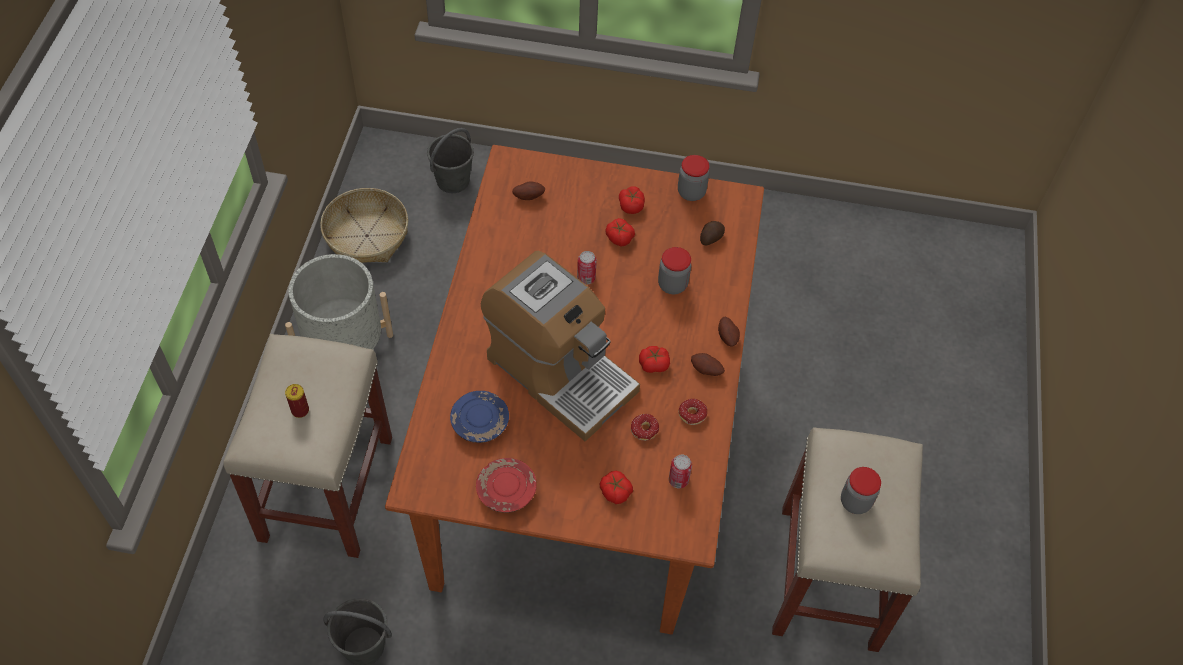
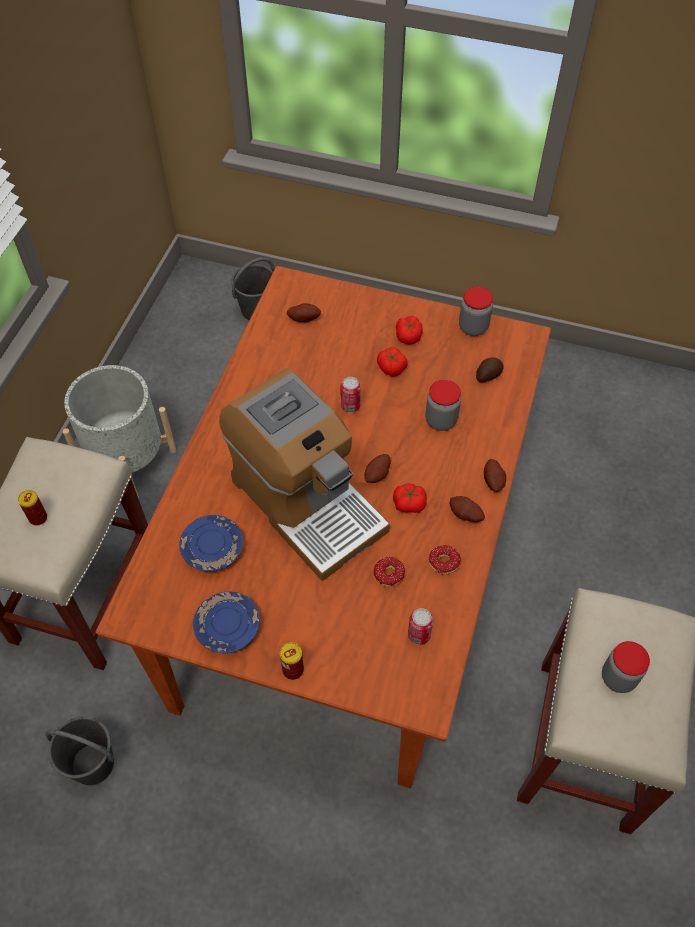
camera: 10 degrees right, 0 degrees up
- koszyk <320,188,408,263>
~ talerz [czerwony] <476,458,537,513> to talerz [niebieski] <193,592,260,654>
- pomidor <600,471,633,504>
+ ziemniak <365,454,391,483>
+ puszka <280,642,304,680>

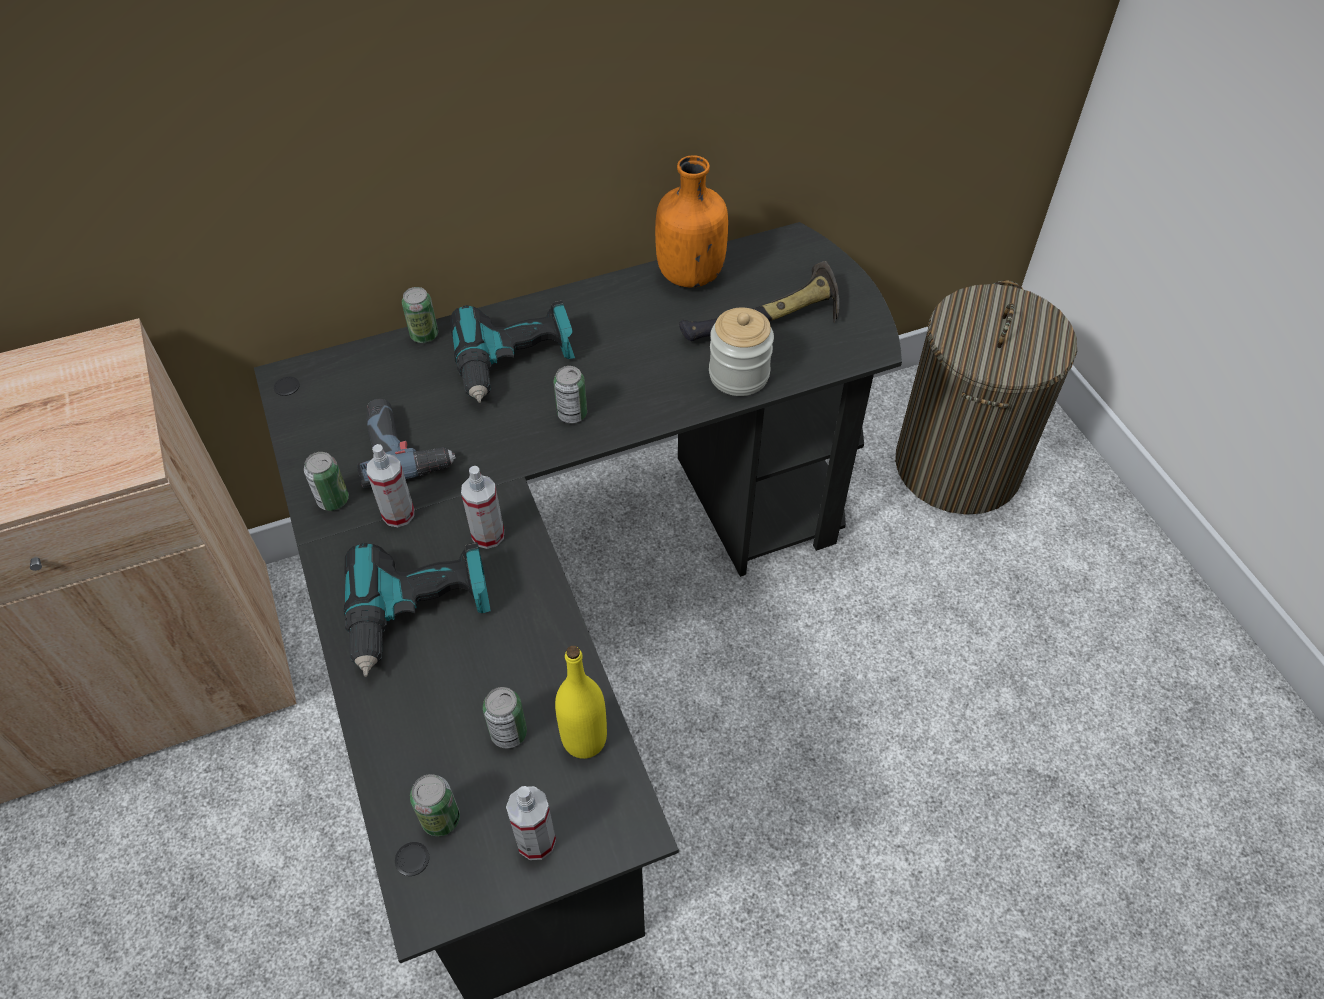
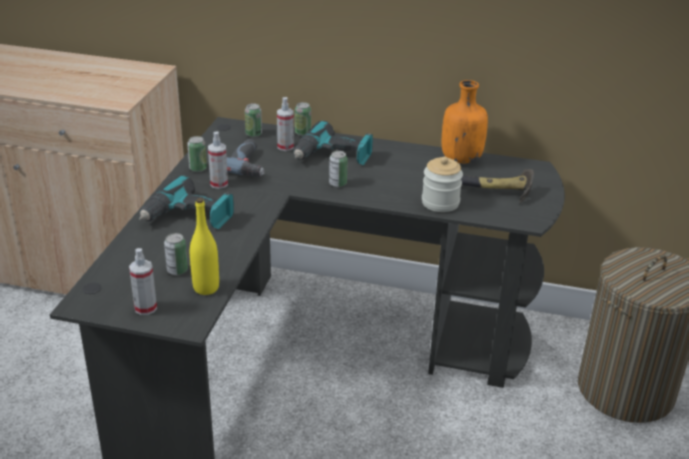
camera: 35 degrees right, 20 degrees down
~ spryskiwacz <461,466,504,549> to <277,97,294,151>
~ puszka <410,774,460,836> to <245,103,262,137>

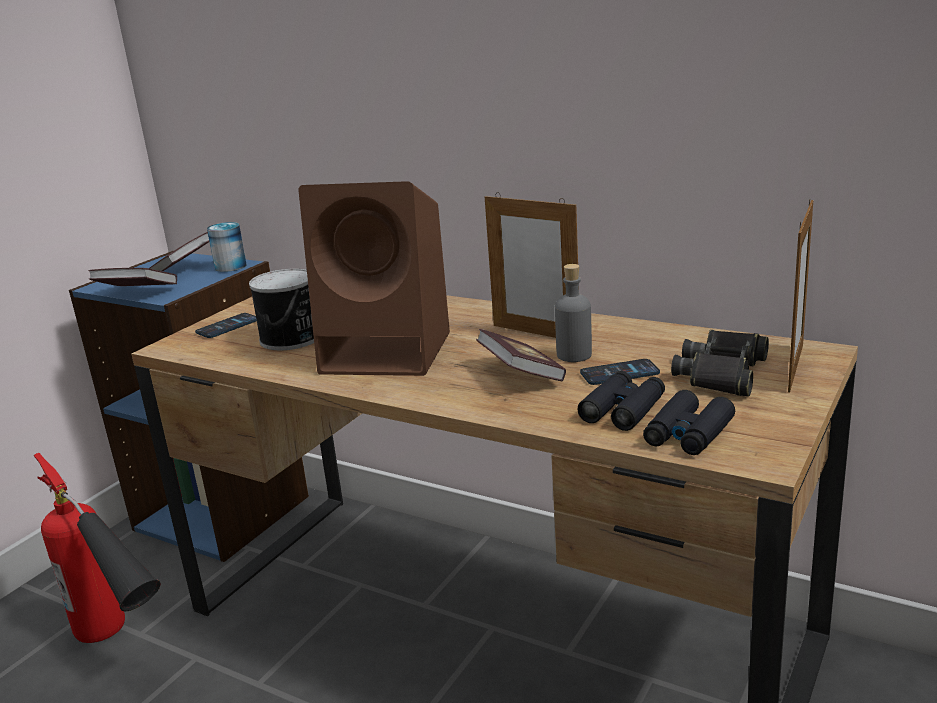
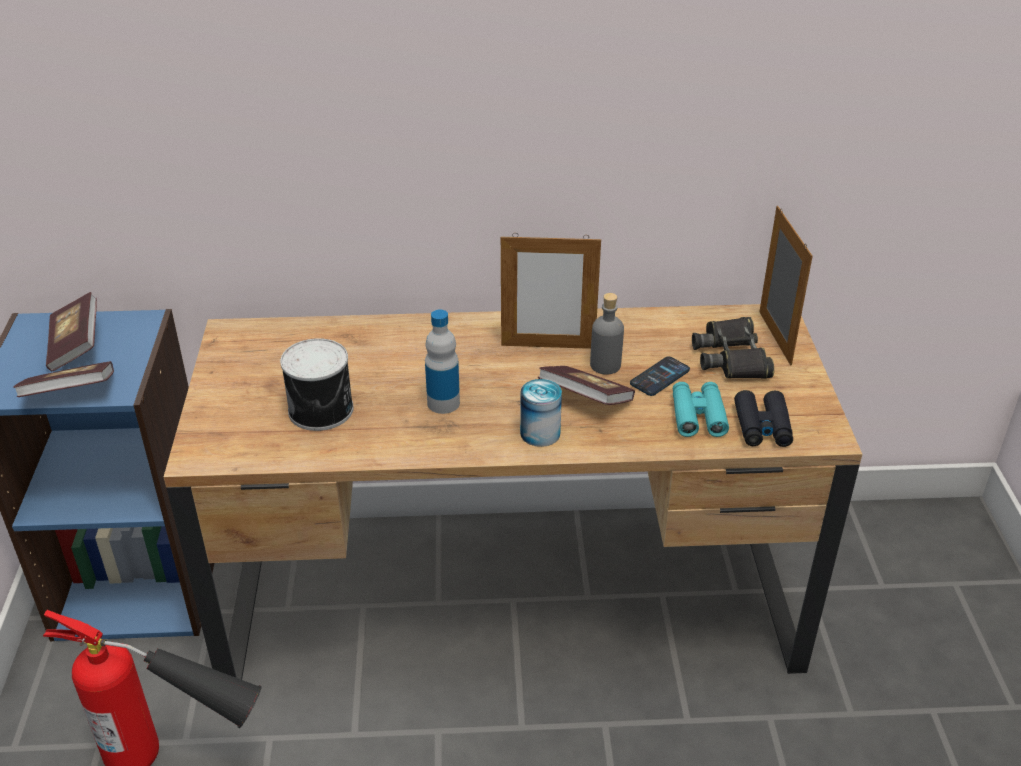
camera: 35 degrees left, 15 degrees up
~ głośnik [brązowy] <298,181,450,376> to butelka <425,309,460,414>
~ puszka <207,222,247,272> to <520,379,562,447>
- telefon <195,313,257,338>
~ lornetka [czarny] <577,371,665,431> to lornetka [turkusowy] <673,382,729,437>

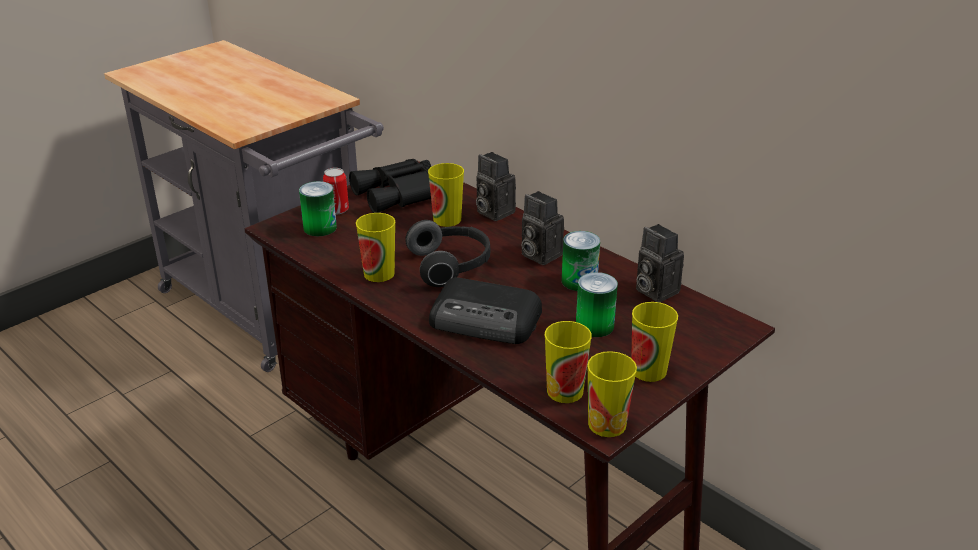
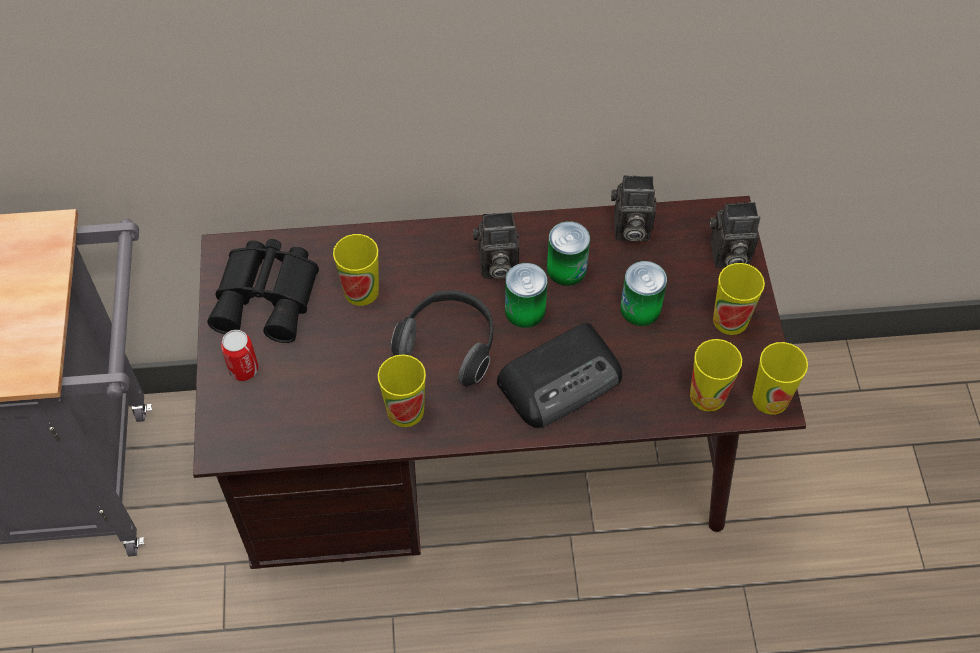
camera: 50 degrees left, 25 degrees up
~ aparat fotograficzny <476,152,516,221> to <710,202,760,268>
~ puszka <299,181,337,236> to <505,263,547,328>

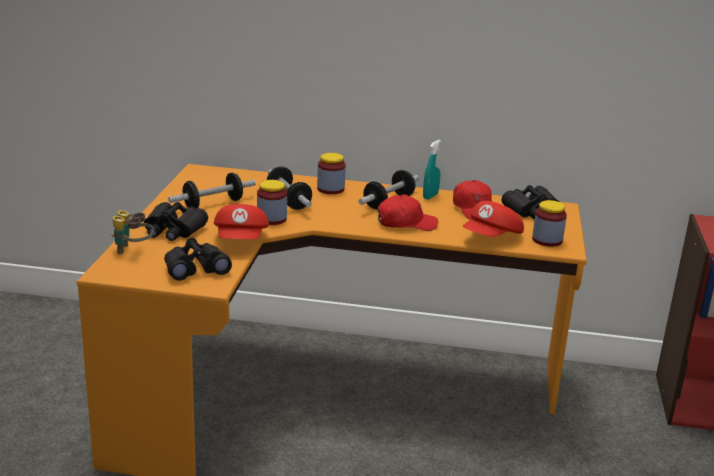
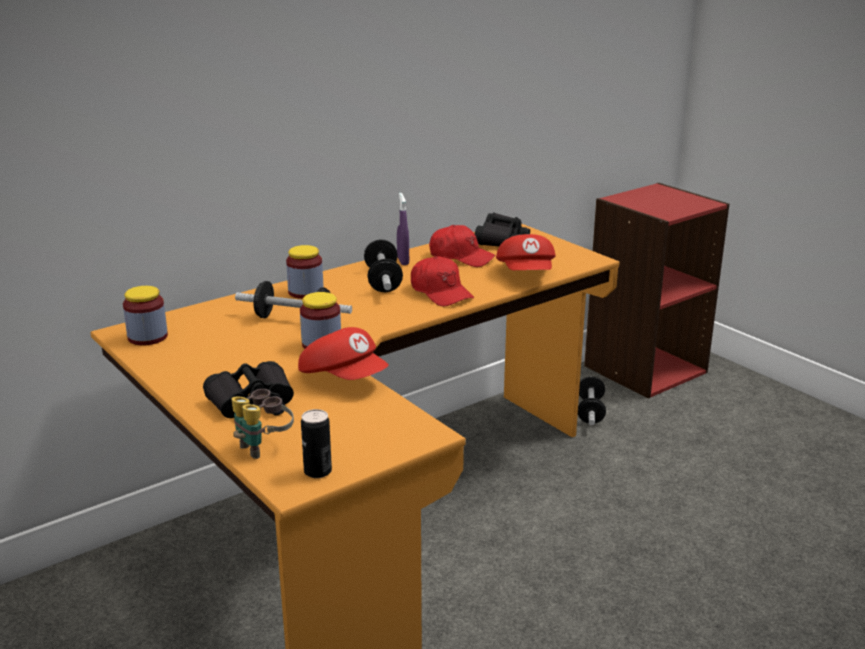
camera: 45 degrees left, 0 degrees up
~ spryskiwacz [turkusowy] <423,140,441,199> to spryskiwacz [fioletowy] <397,193,409,265>
~ hantel <168,173,256,209> to <578,376,606,425>
~ czapka z daszkiem [czerwony] <378,195,438,231> = <411,256,474,307> 105 degrees clockwise
~ słoik <532,200,567,247> to <123,286,168,346>
- lornetka [czarny] <164,238,232,280>
+ puszka <301,409,332,478>

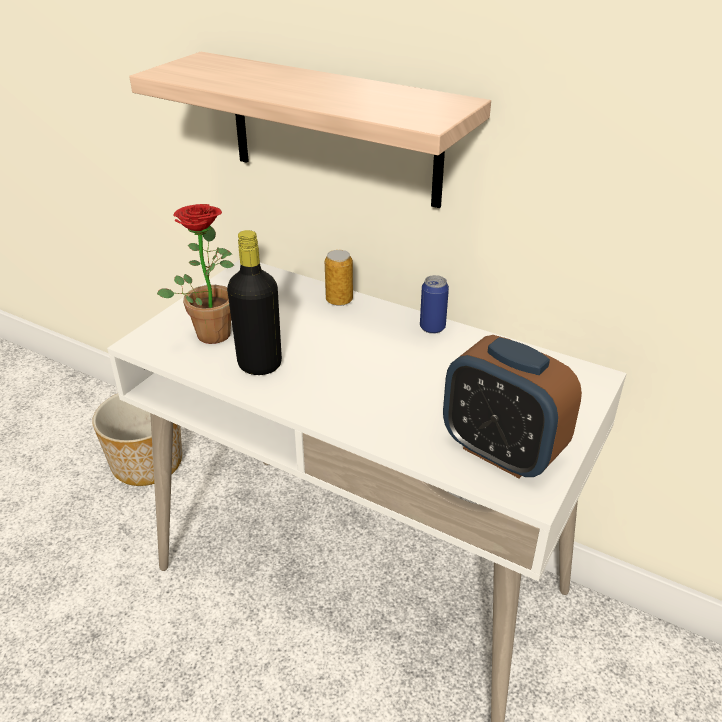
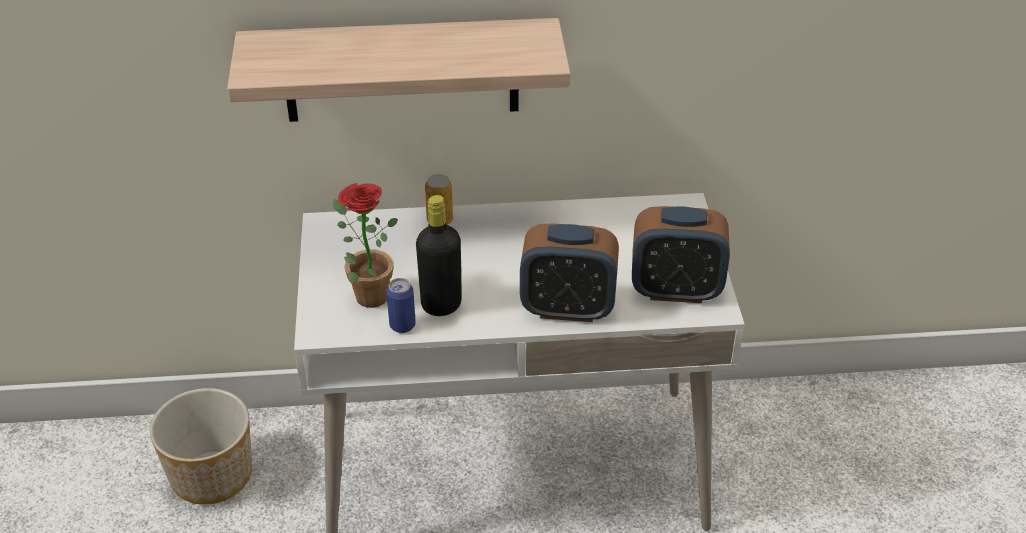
camera: 35 degrees left, 5 degrees up
~ puszka <420,275,449,334> to <386,278,416,333>
+ budzik <520,223,619,322>

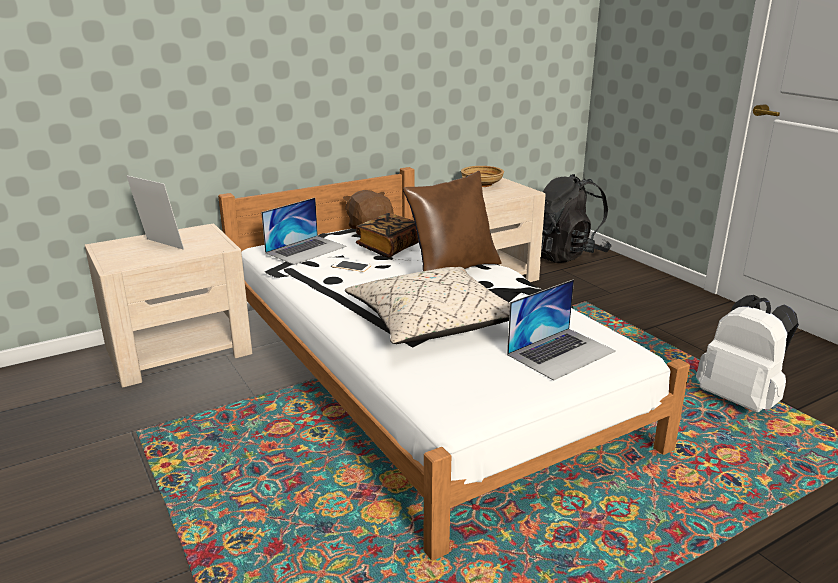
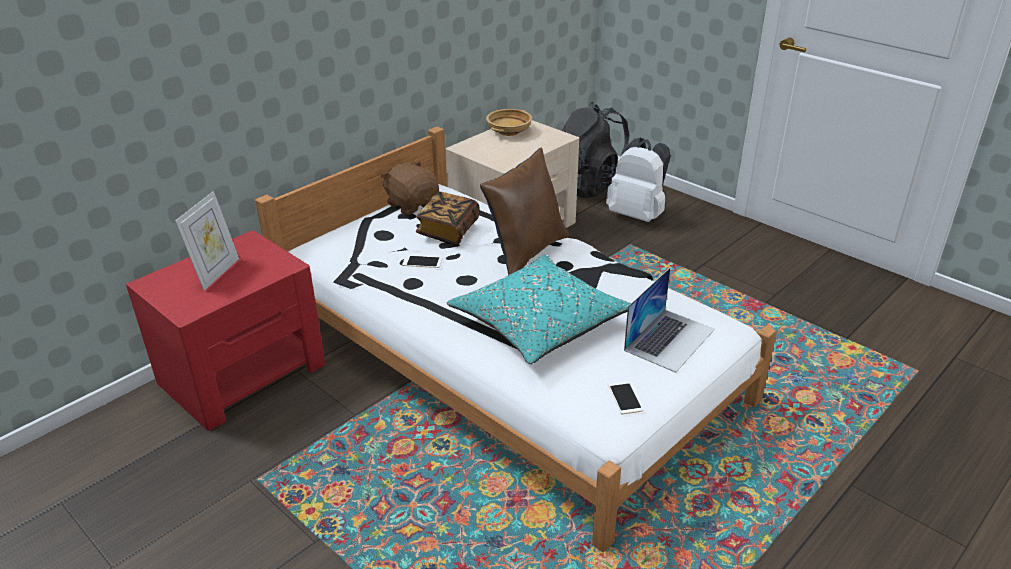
camera: 15 degrees left, 10 degrees up
~ ramka na zdjęcie <127,176,184,250> = <175,191,239,291> 90 degrees clockwise
- laptop <261,198,346,265>
~ szafka nocna [beżowy] <85,223,252,387> to szafka nocna [czerwony] <126,230,326,431>
~ poduszka [beżowy] <345,267,510,344> to poduszka [turkusowy] <447,255,631,364>
~ plecak [biały] <696,295,799,413> to <606,138,671,222>
+ telefon <607,380,643,414>

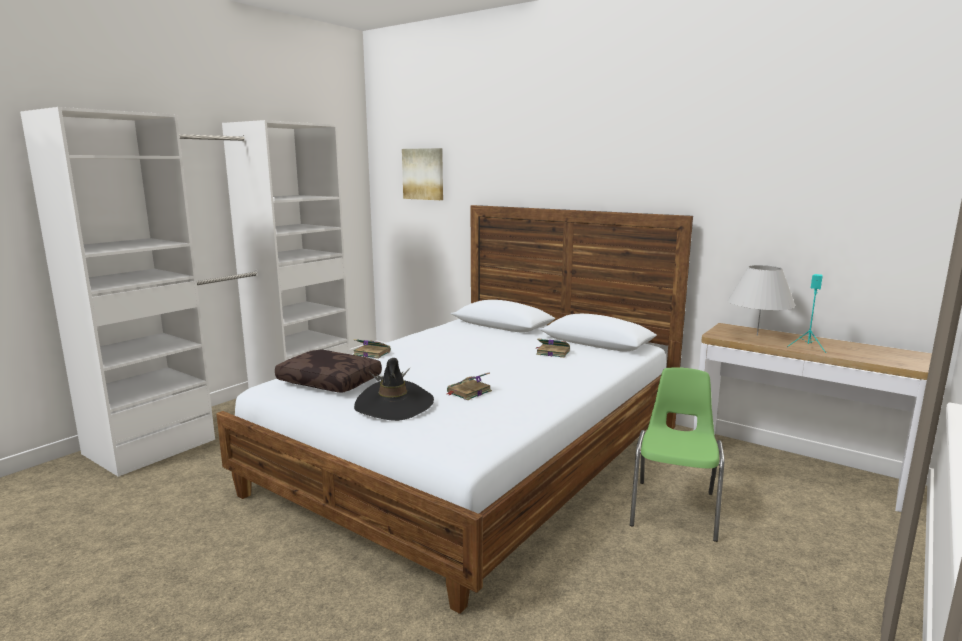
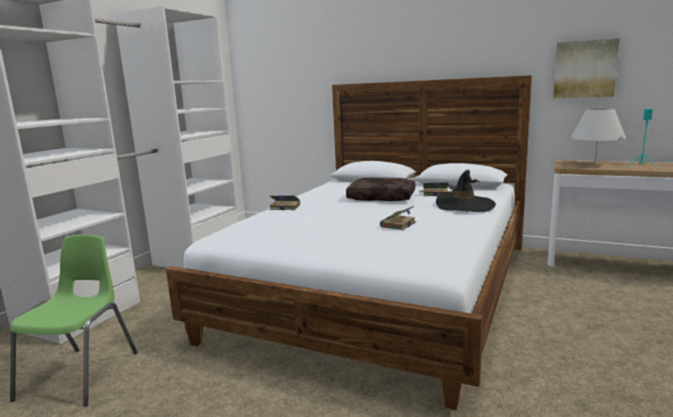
camera: 10 degrees left, 0 degrees up
~ obraz <402,148,443,200> to <553,38,620,98>
~ poduszka [brązowy] <275,349,382,393> to <346,178,416,201>
~ kapelusz [czarny] <354,358,434,421> to <436,170,496,212>
~ krzesło [zielony] <630,367,724,542> to <10,235,137,406>

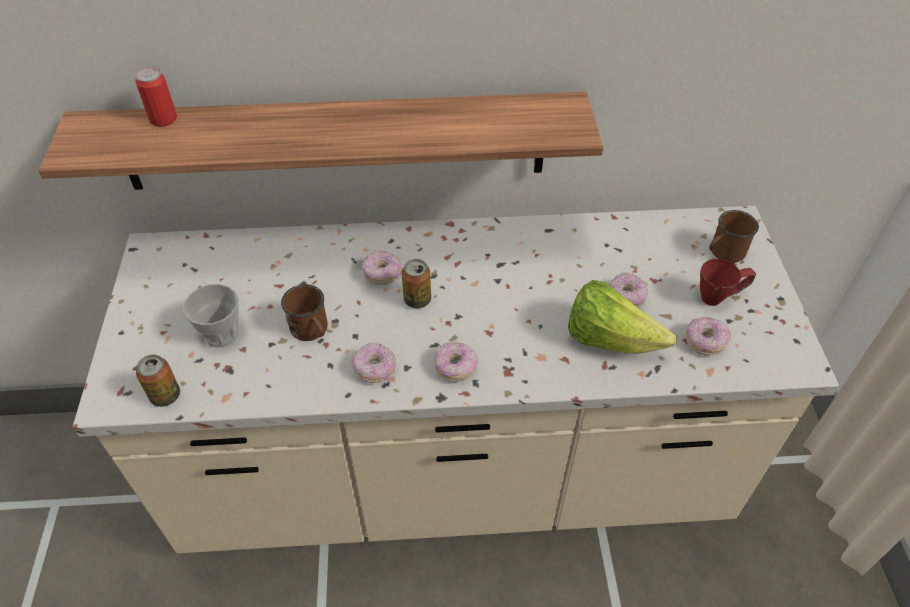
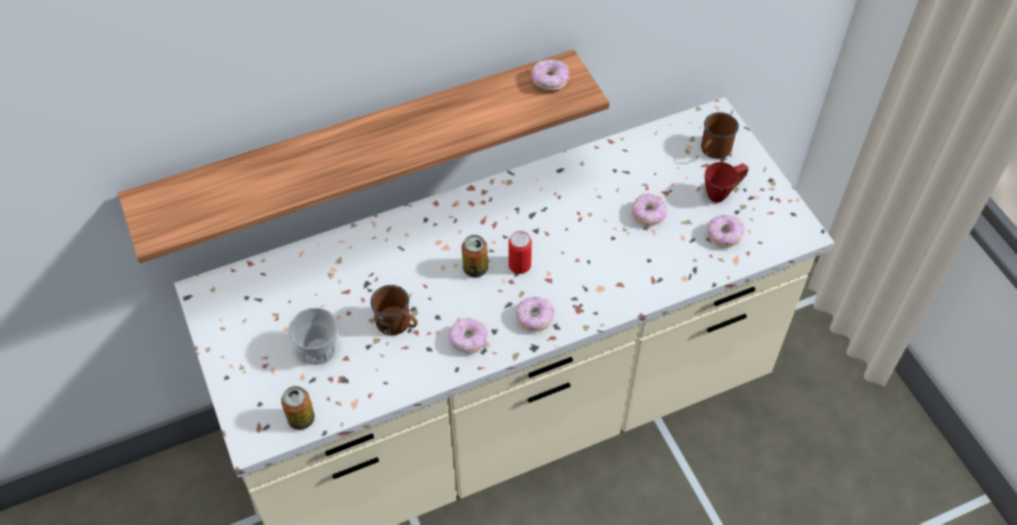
camera: 20 degrees left, 5 degrees up
~ puszka <135,67,177,127> to <508,231,532,274>
~ donut <362,251,401,285> to <531,59,569,91>
- sałata <568,280,677,354>

